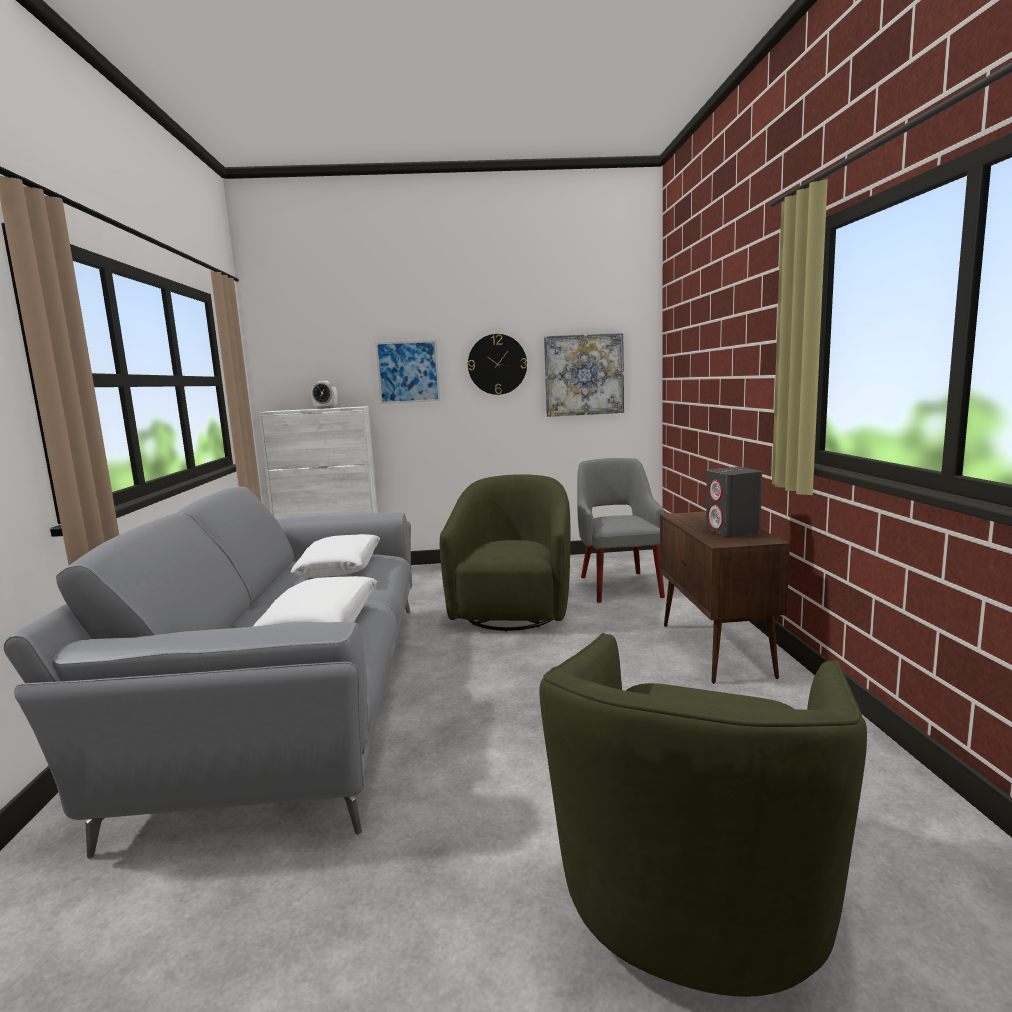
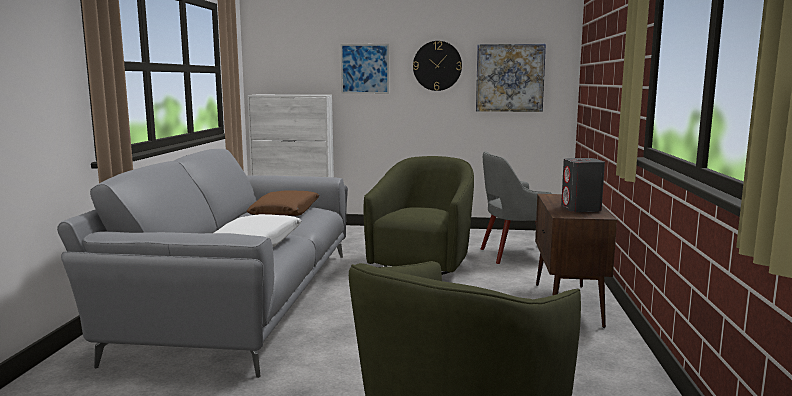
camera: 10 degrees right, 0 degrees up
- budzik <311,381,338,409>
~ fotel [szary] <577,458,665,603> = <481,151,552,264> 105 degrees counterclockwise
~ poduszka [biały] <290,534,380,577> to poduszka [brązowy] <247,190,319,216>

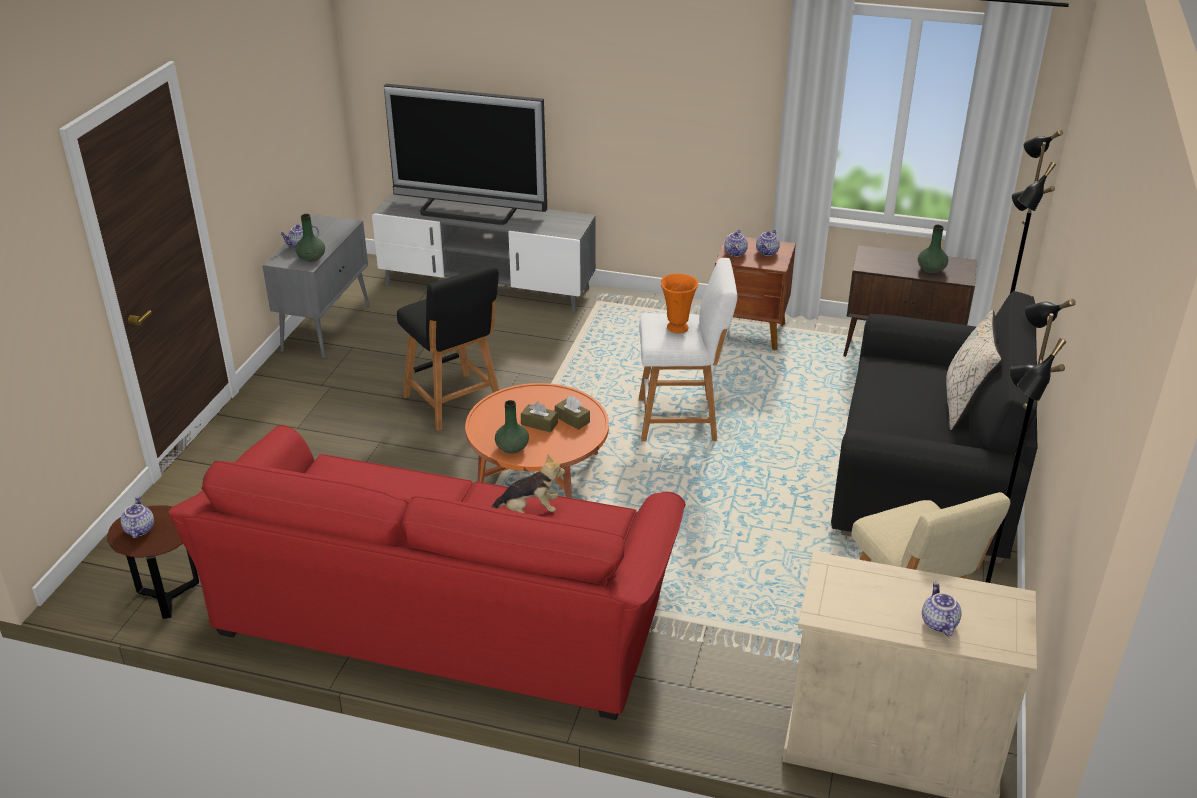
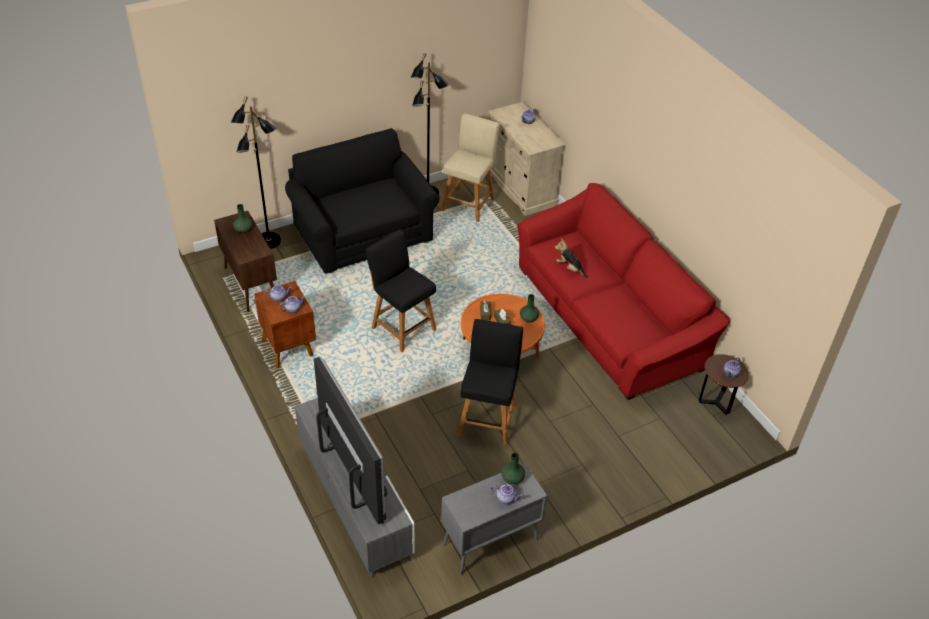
camera: 135 degrees left, 10 degrees up
~ stołek [biały] <639,258,738,441> to stołek [czarny] <365,229,436,352>
- wazon [pomarańczowy] <661,273,698,333>
- poduszka [beżowy] <946,310,1002,431>

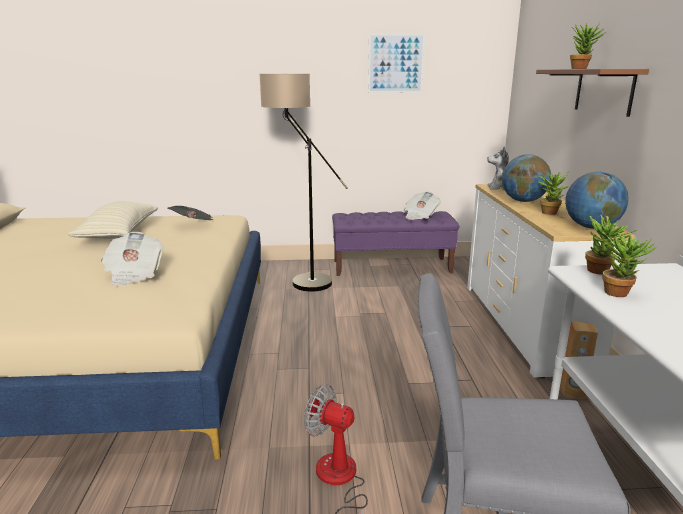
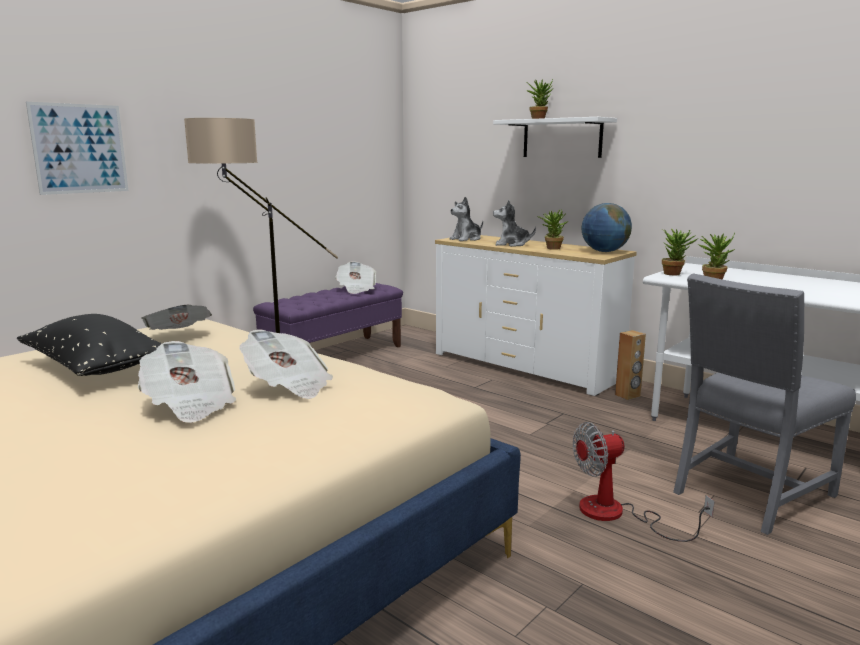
camera: 45 degrees left, 5 degrees down
~ obraz <368,33,425,93> to <26,102,128,195>
~ półka [brązowy] <536,69,649,117> to półka [biały] <493,117,617,158>
~ globus <502,154,551,202> to pluszak <493,199,536,247>
~ poduszka [beżowy] <68,201,158,239> to poduszka [czarny] <17,314,162,376>
+ gazeta <137,341,236,423>

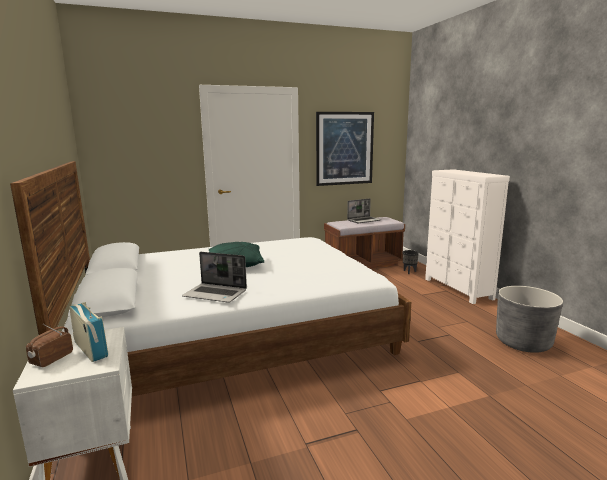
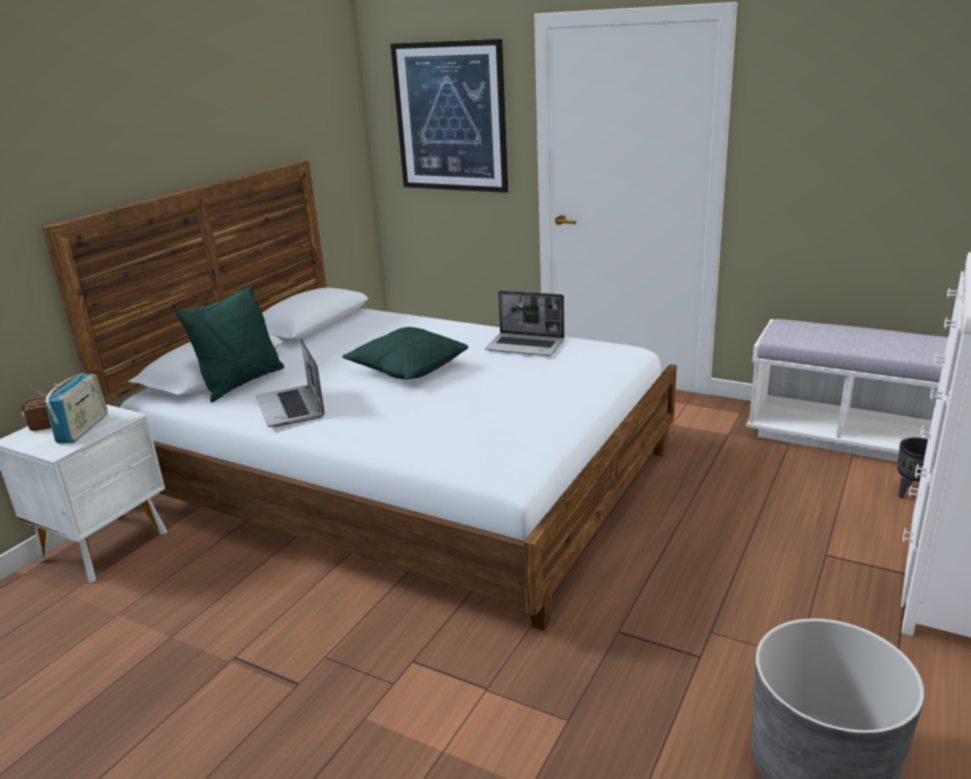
camera: 50 degrees right, 10 degrees up
~ obraz <316,112,374,186> to <390,39,508,193>
~ laptop <347,198,382,223> to <485,290,564,356>
~ ławka [brązowy] <324,217,405,269> to ławka [biały] <746,319,948,462>
+ poduszka [zielony] <175,286,284,402>

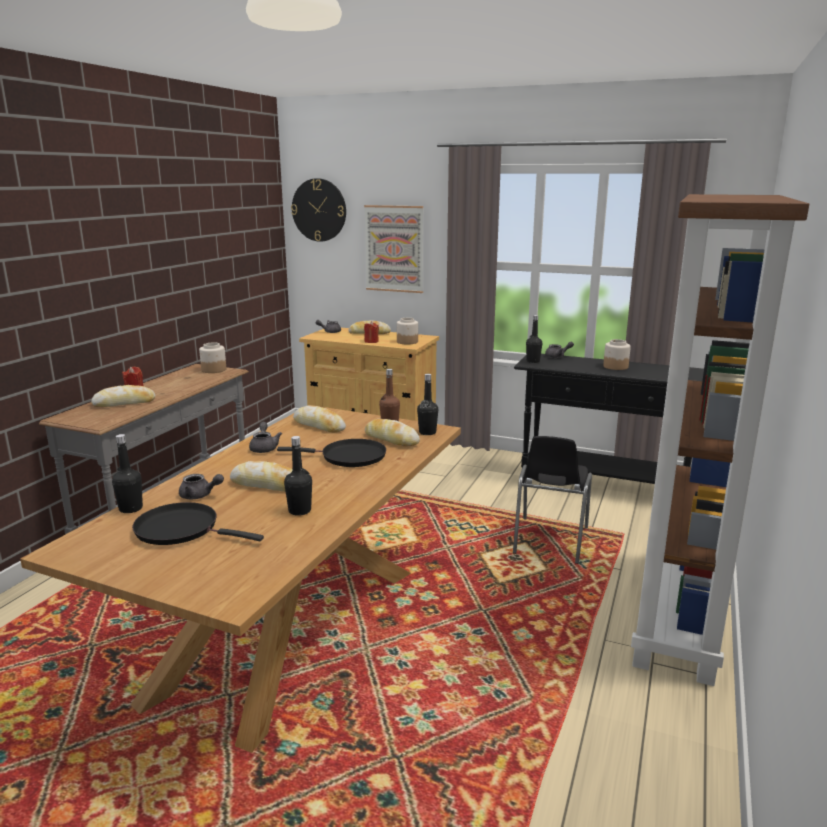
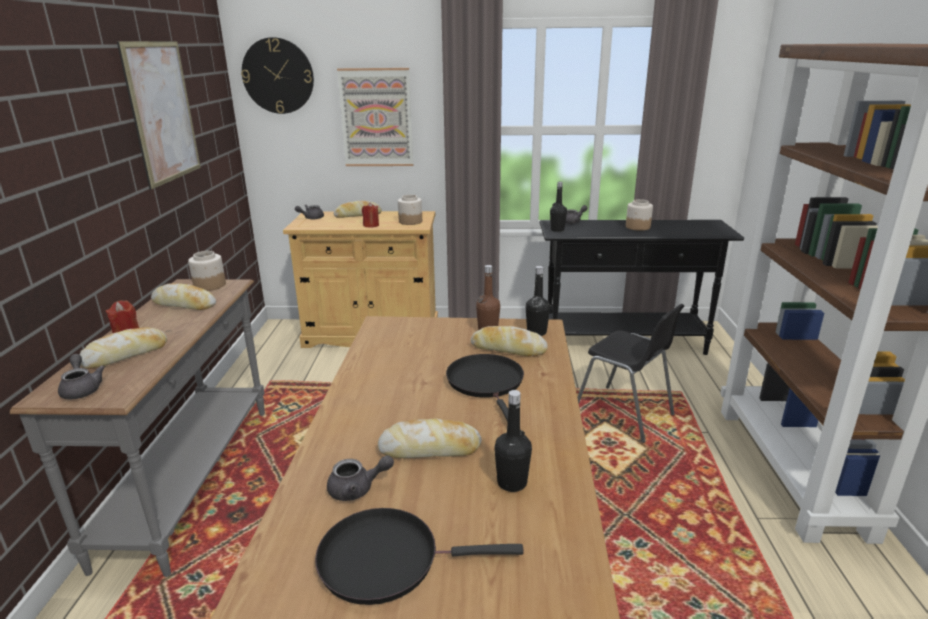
camera: 20 degrees left, 5 degrees up
~ chleb <293,405,346,433> to <151,283,216,310>
~ imbryk [szary] <249,422,282,453> to <58,354,105,399>
- butelka [czarny] <112,434,143,513>
~ krzesło [czarny] <513,436,592,564> = <577,304,685,443> 45 degrees counterclockwise
~ patelnia [czarny] <277,439,386,467> = <446,354,524,422> 90 degrees counterclockwise
+ obraz <117,41,201,190>

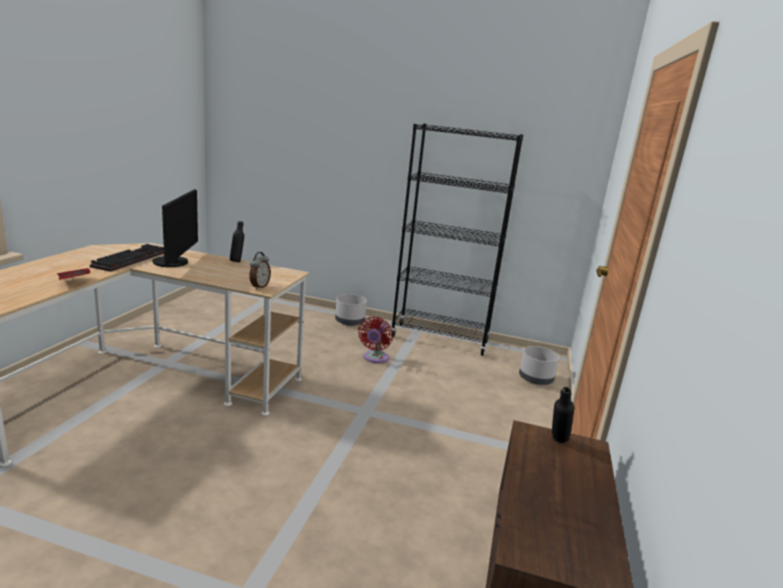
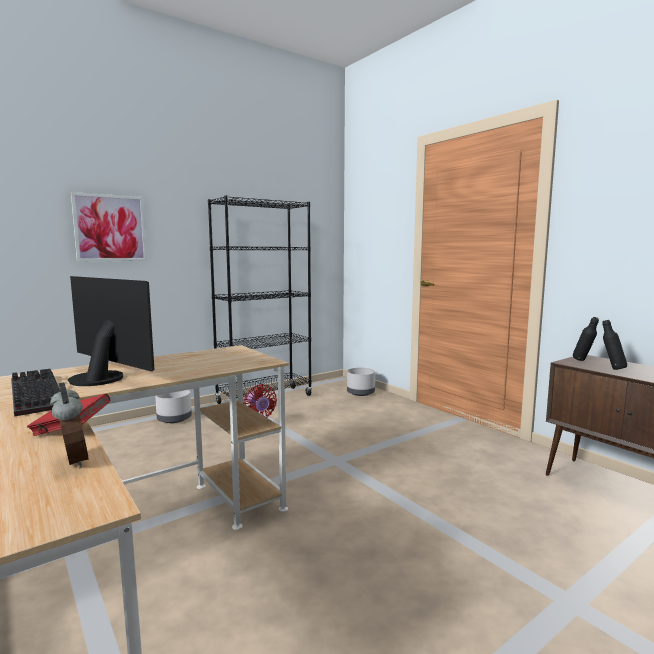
camera: 50 degrees left, 10 degrees down
~ butelka [czarny] <230,221,244,262> to <602,320,627,370>
~ budzik <249,252,271,290> to <50,382,89,468>
+ obraz <71,192,147,262>

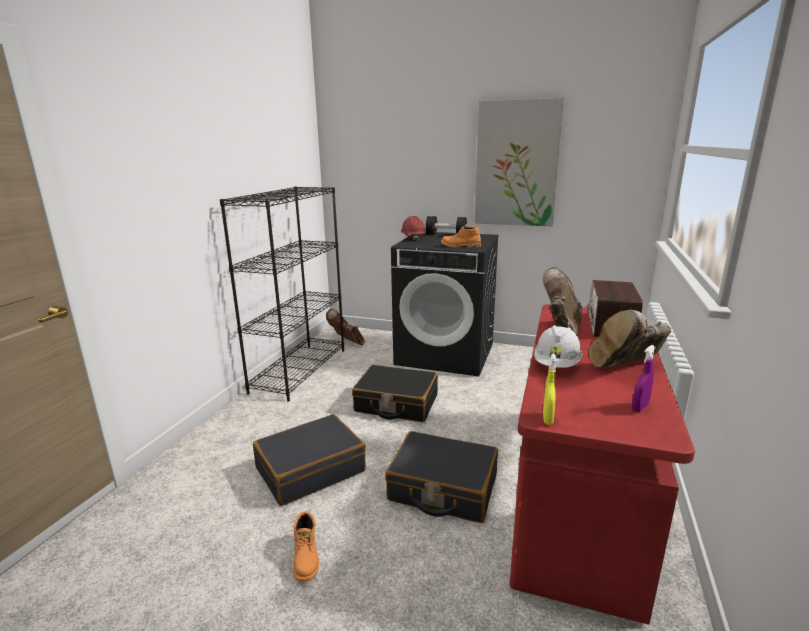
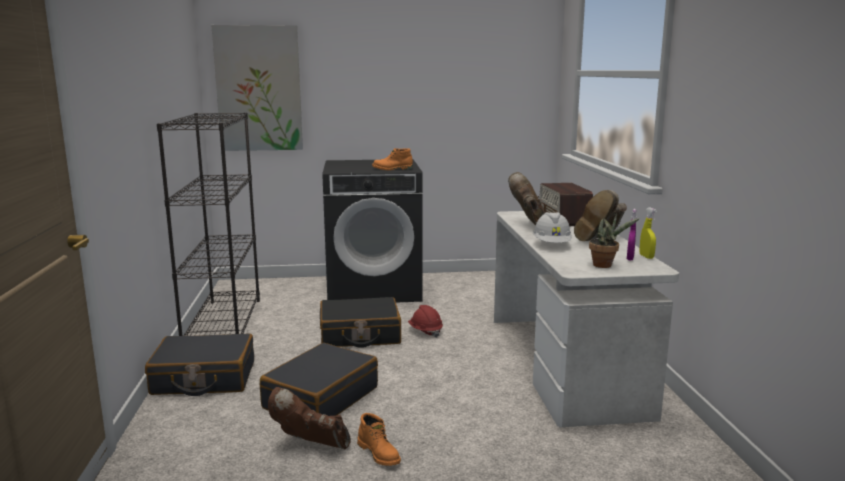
camera: 25 degrees left, 5 degrees down
~ obraz <475,98,564,226> to <211,25,303,151>
~ kask [czerwony] <401,216,426,241> to <408,305,443,337>
- hantel [czarny] <426,216,467,235>
~ biurko [czerwony] <510,304,695,625> to biurko [biały] <494,211,679,427>
~ but z cholewką [brązowy] <326,309,365,345> to <268,387,351,449>
~ spryskiwacz [żółty] <543,354,557,425> to <640,207,657,259>
~ walizka [czarny] <385,431,498,523> to <145,334,254,396>
+ roślina doniczkowa <589,213,640,268>

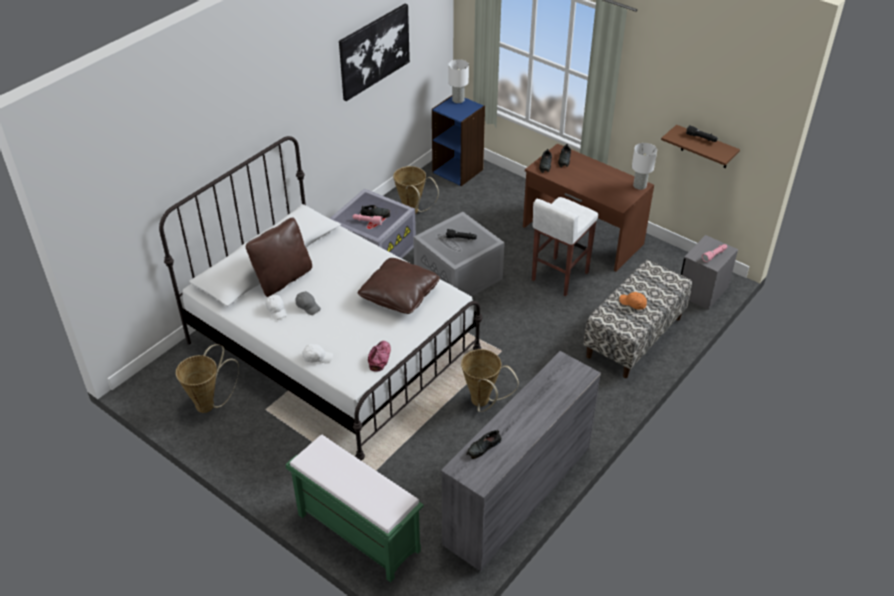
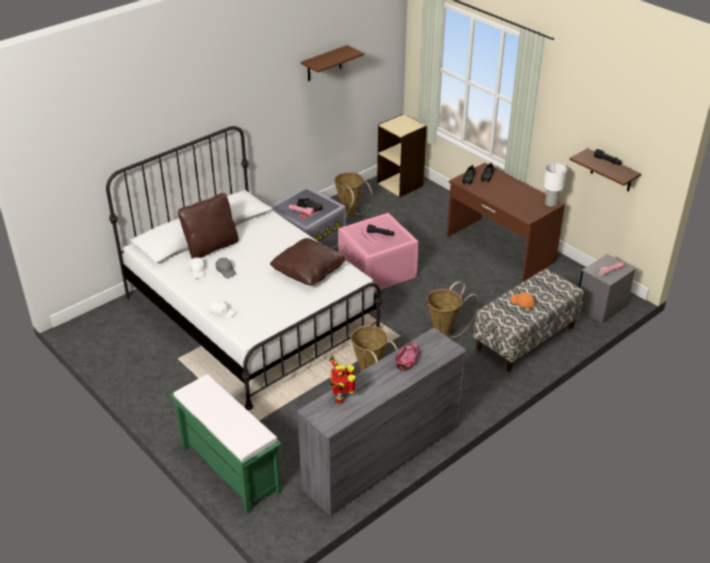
camera: 10 degrees right, 5 degrees down
~ obraz <339,4,410,101> to półka [brązowy] <301,45,364,81>
- lampa stołowa [biały] <448,59,469,103>
~ regał [niebieski] <432,96,485,186> to regał [beżowy] <377,114,427,197>
- stołek [biały] <532,197,598,296>
~ pojemnik do przechowywania [szary] <413,212,505,296> to pojemnik do przechowywania [różowy] <338,213,419,292>
~ czapka z daszkiem <368,341,391,371> to <396,343,420,371>
~ koszyk <176,344,239,413> to <427,281,479,338>
~ but [czarny] <466,430,502,459> to robot zabawkowy <329,356,355,404>

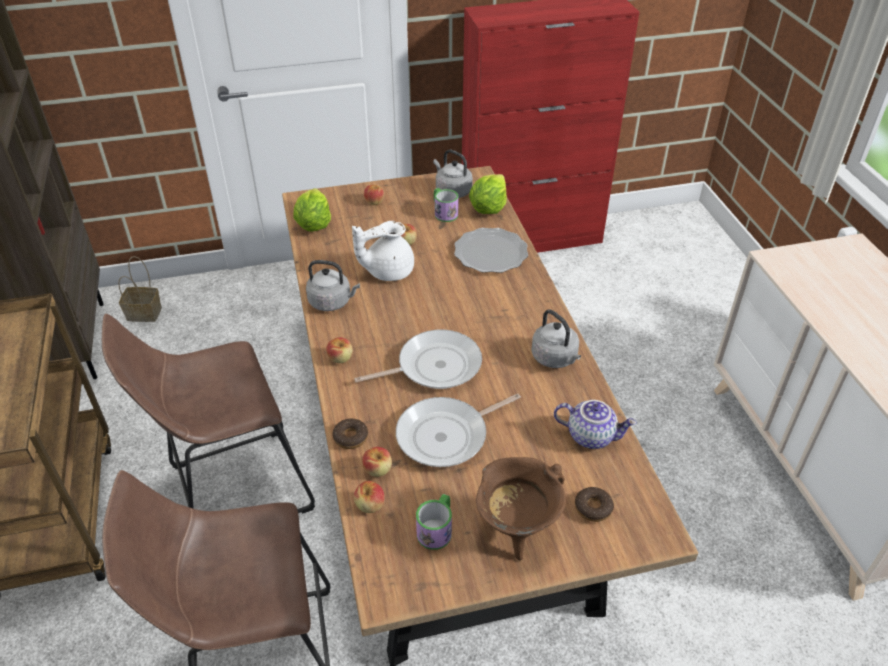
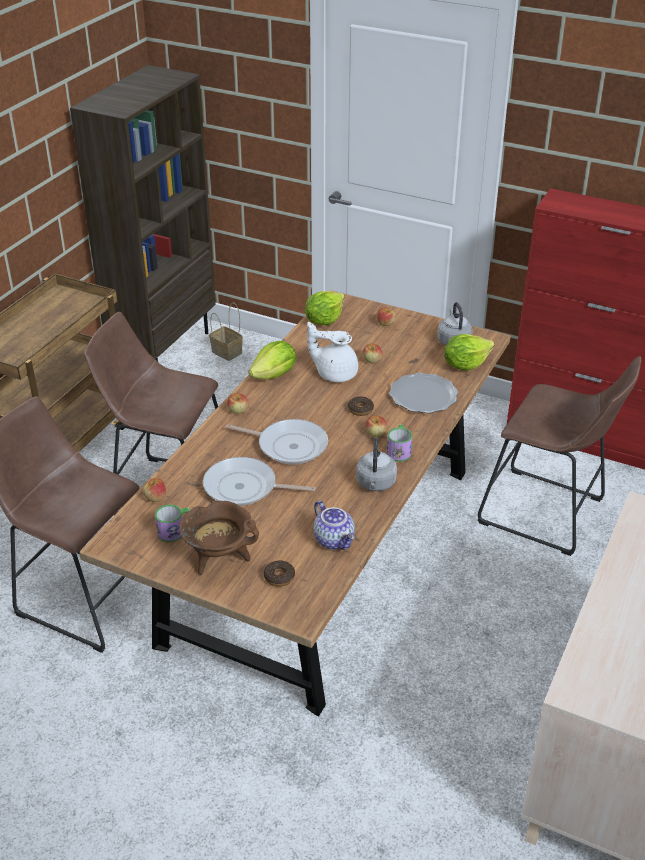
camera: 40 degrees right, 5 degrees down
~ kubek <434,188,459,222> to <387,425,412,462>
~ czajnik [szary] <306,260,360,311> to sałata <248,341,296,380>
~ donut <333,418,368,449> to <348,396,374,416>
~ jabłko <362,447,392,477> to <366,415,387,437>
+ stołek [brązowy] <478,356,641,556>

